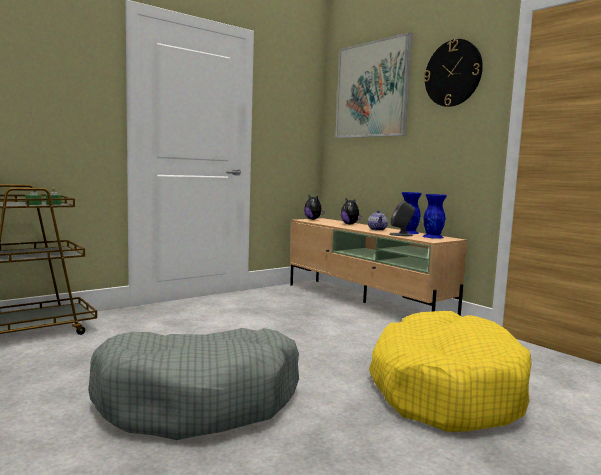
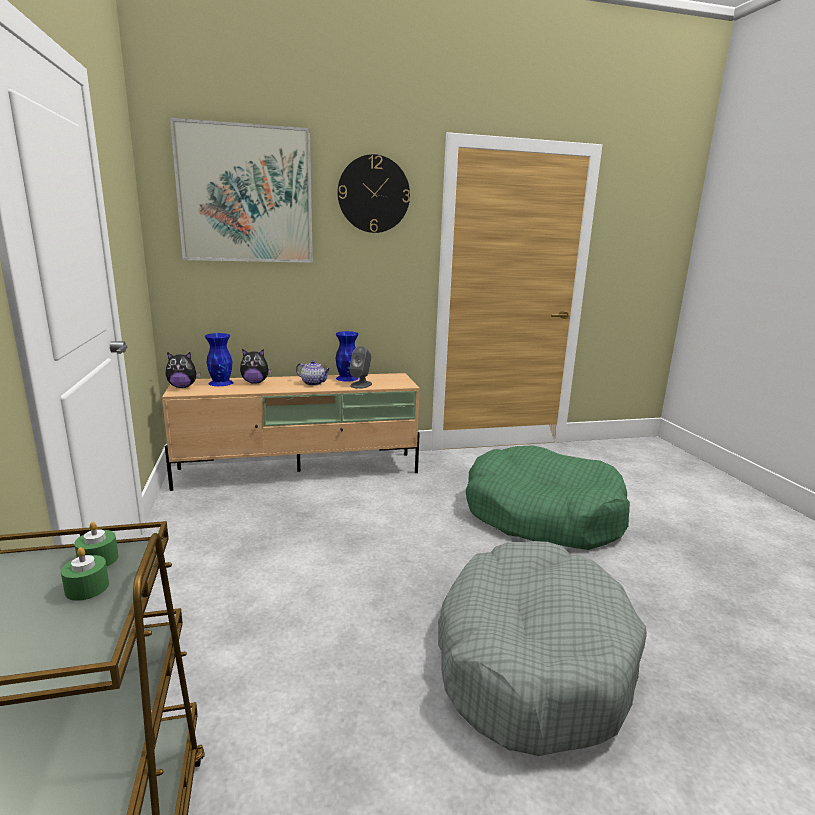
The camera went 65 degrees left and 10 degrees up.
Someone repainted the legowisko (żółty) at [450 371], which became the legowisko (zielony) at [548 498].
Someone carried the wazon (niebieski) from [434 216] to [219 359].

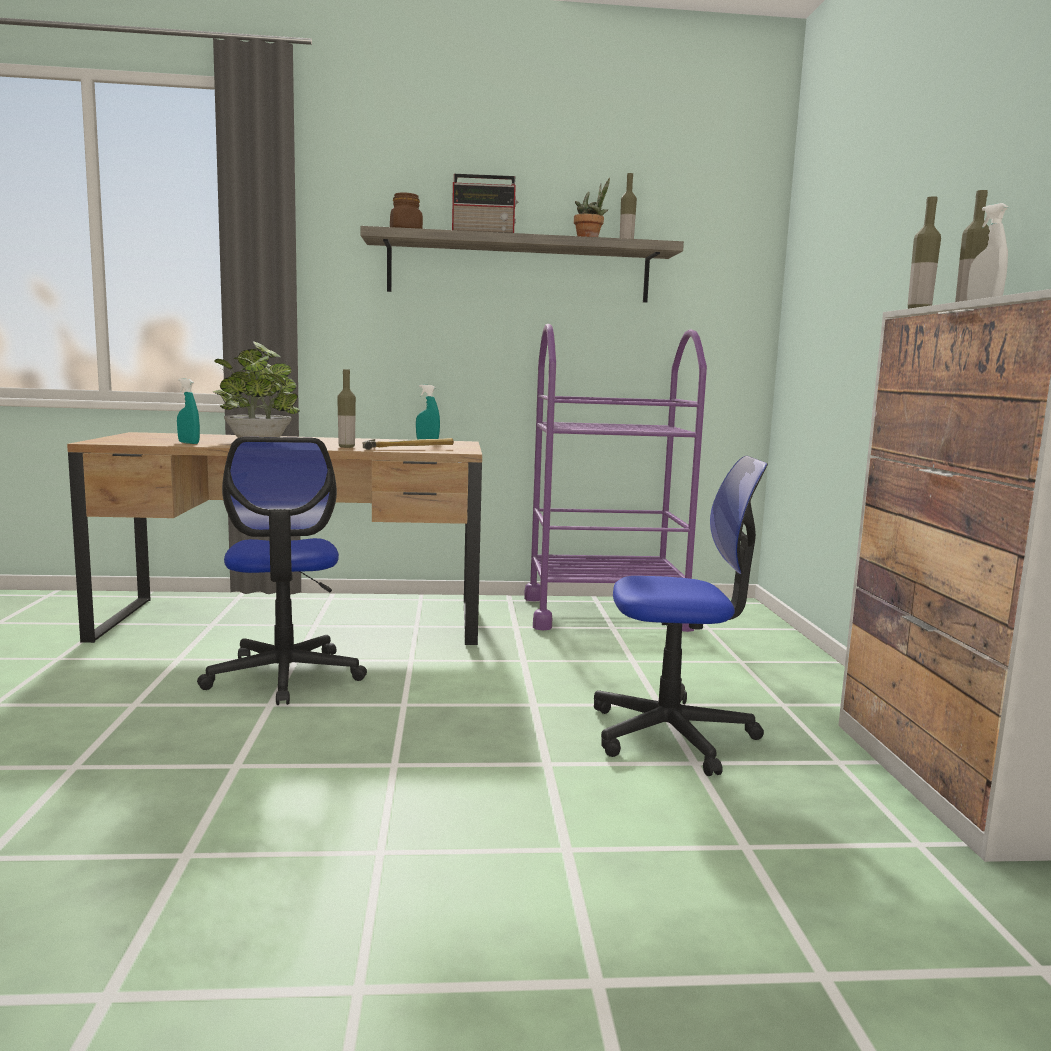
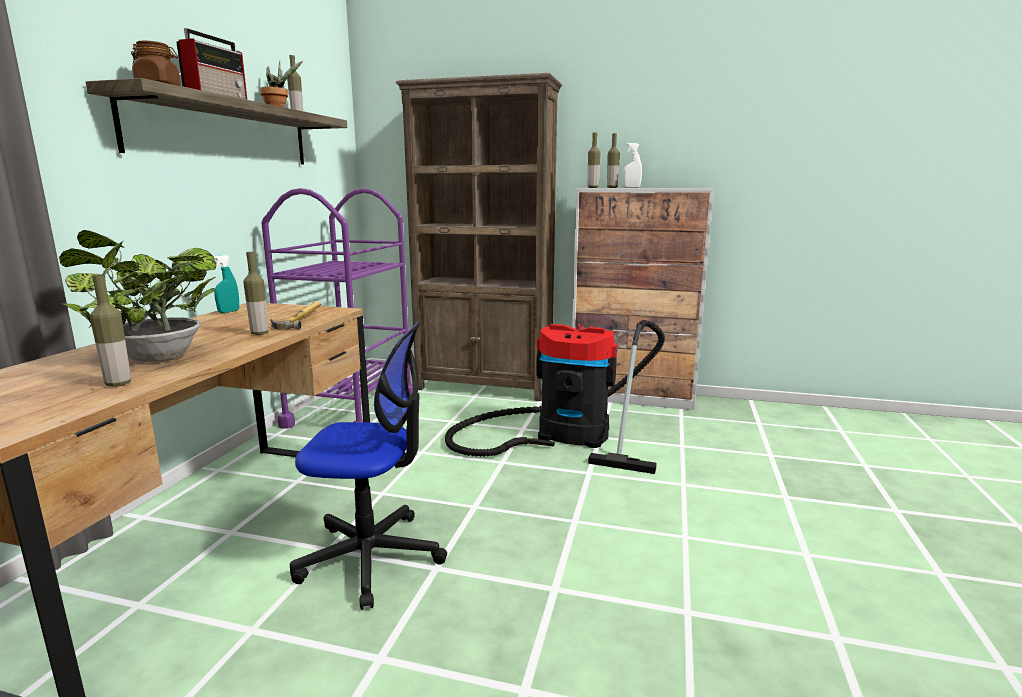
The camera went 70 degrees left and 5 degrees up.
Someone swapped the spryskiwacz (turkusowy) at [188 411] for the butelka at [110 331].
Someone swapped the krzesło biurowe at [681 616] for the odkurzacz at [555 397].
Someone put down the regał (brązowy) at [479 237].

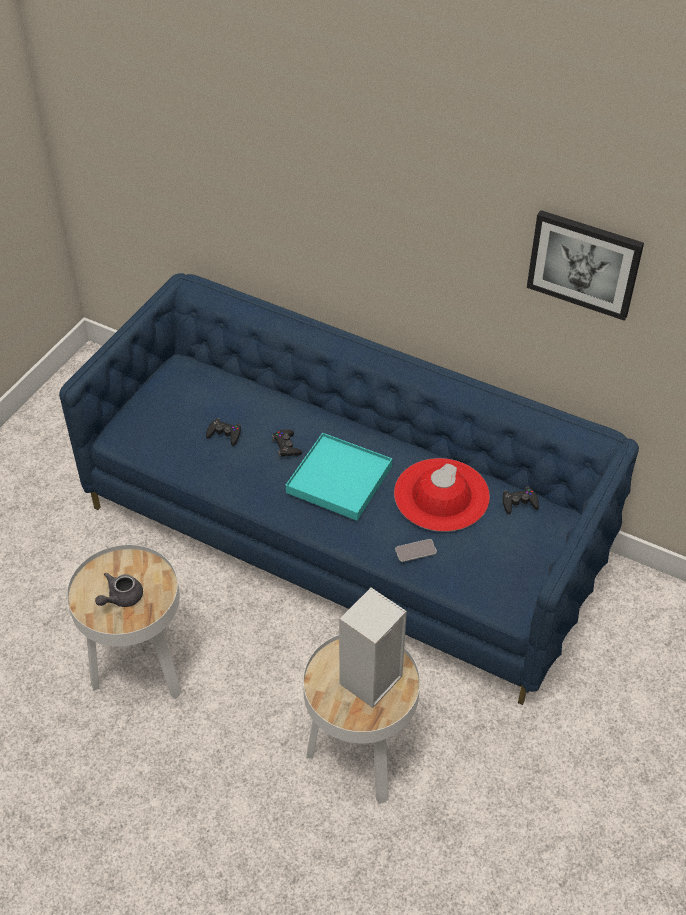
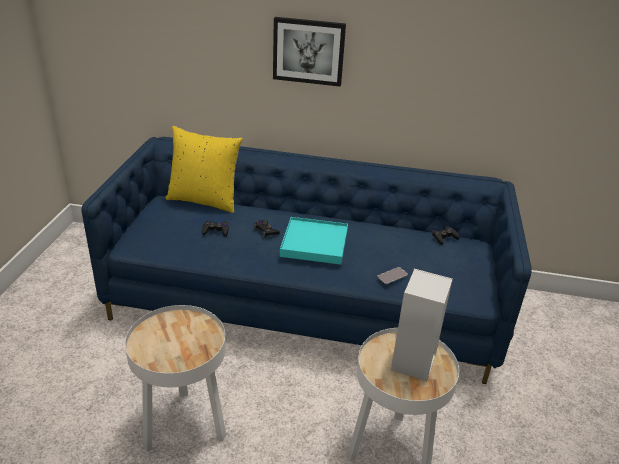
The camera went 20 degrees left and 15 degrees down.
Someone took away the imbryk (szary) at [119 590].
Someone took away the kapelusz (czerwony) at [442 495].
Someone carried the obraz from [585 265] to [309 52].
Someone put down the poduszka (żółty) at [204 169].

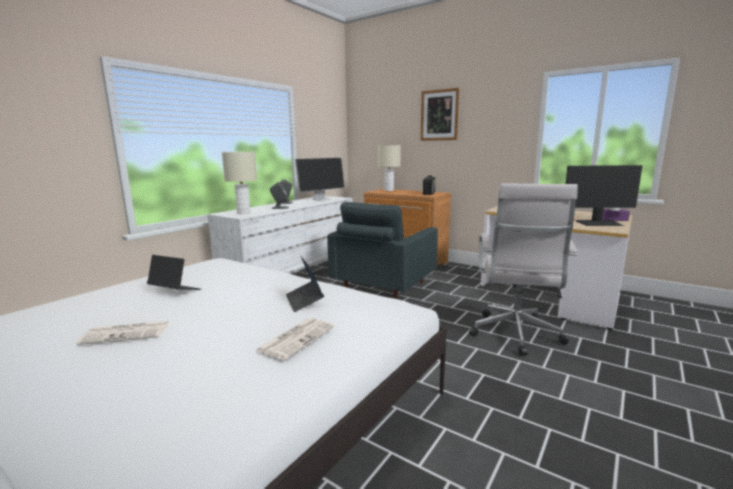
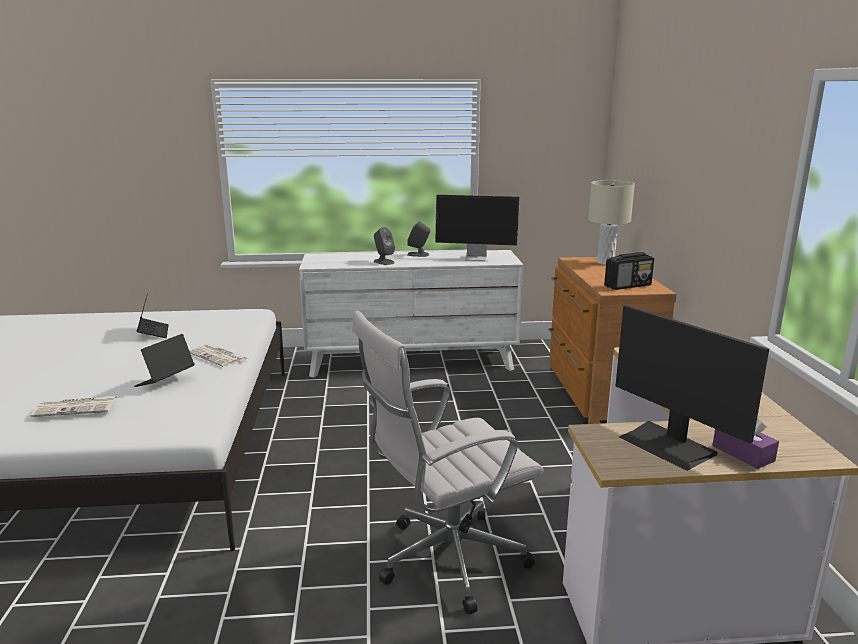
The camera went 50 degrees right and 5 degrees up.
Someone carried the gazeta from [122 333] to [218 355].
Someone took away the lampa stołowa (beżowy) at [239 183].
Someone took away the fotel (szary) at [382 250].
Someone took away the obraz at [440 114].

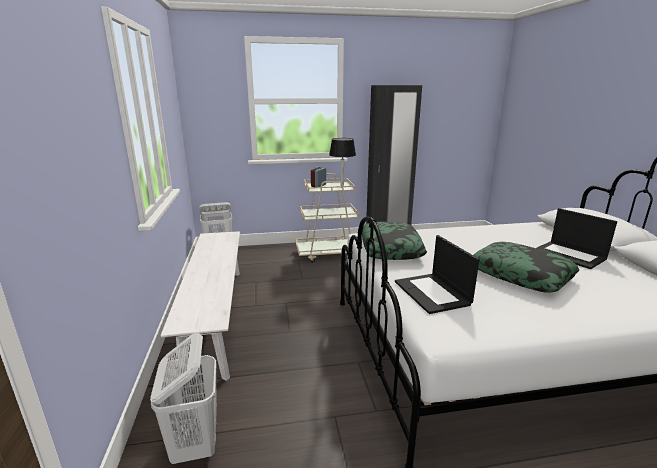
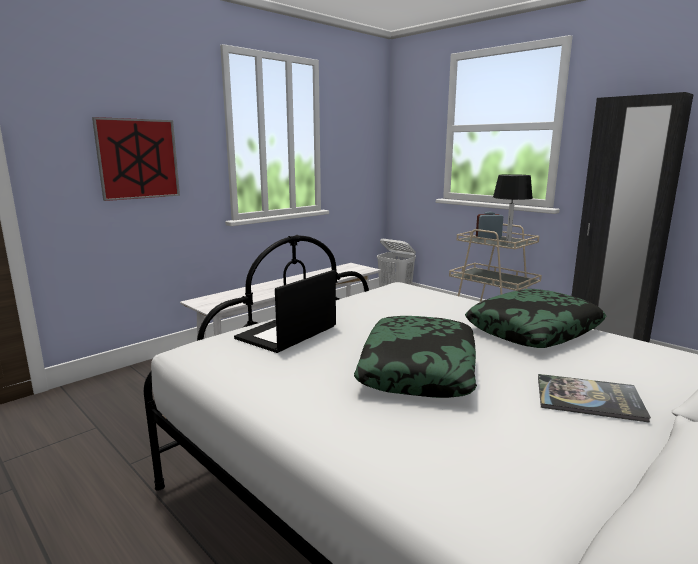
The camera went 55 degrees right and 5 degrees down.
Someone took away the kosz na pranie (biały) at [183 398].
Someone carried the poduszka from [394 241] to [536 318].
Someone swapped the laptop at [576 238] for the książka at [594 398].
Someone put up the obraz at [136 159].

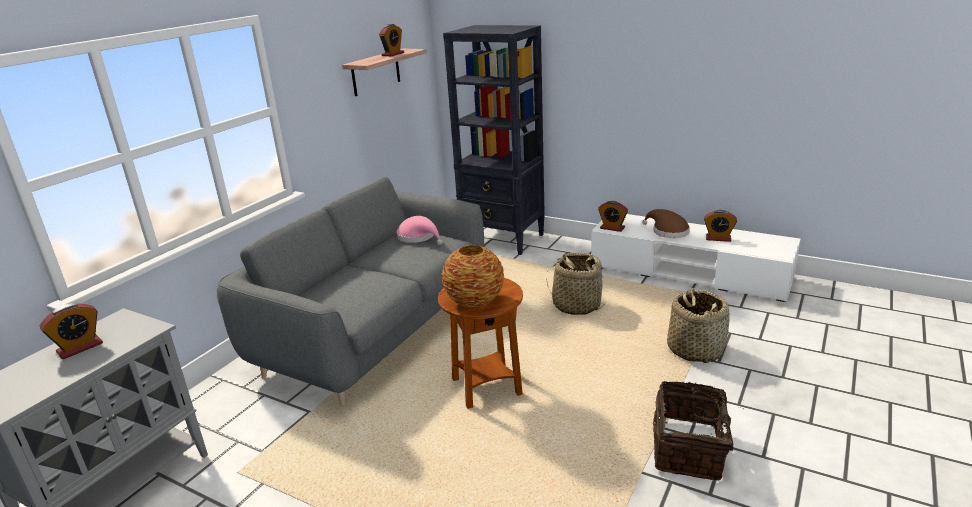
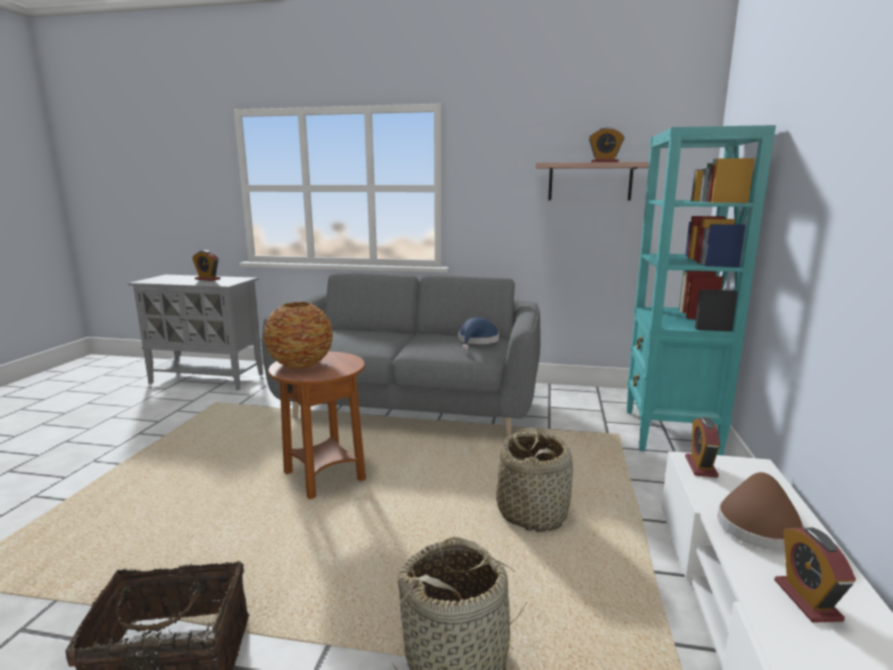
The camera went 70 degrees right and 10 degrees down.
Someone repainted the kapelusz (różowy) at [420 230], which became the kapelusz (niebieski) at [478 334].
Someone repainted the regał (czarny) at [494 140], which became the regał (turkusowy) at [701 290].

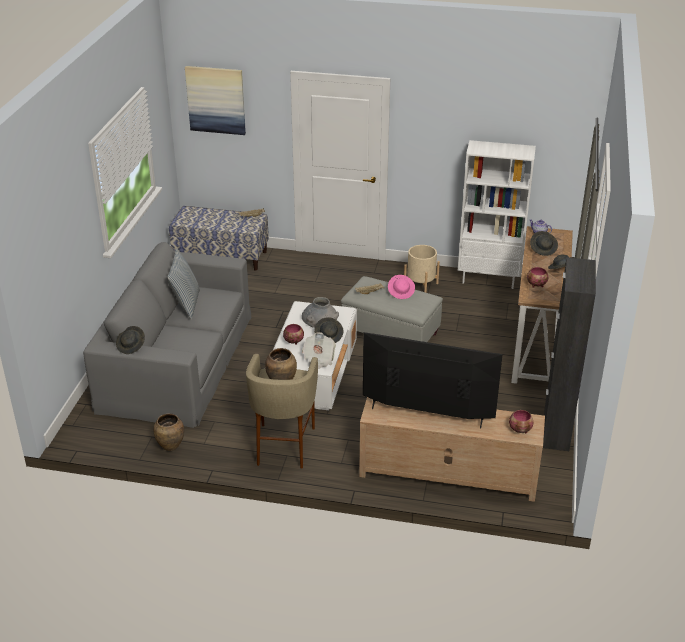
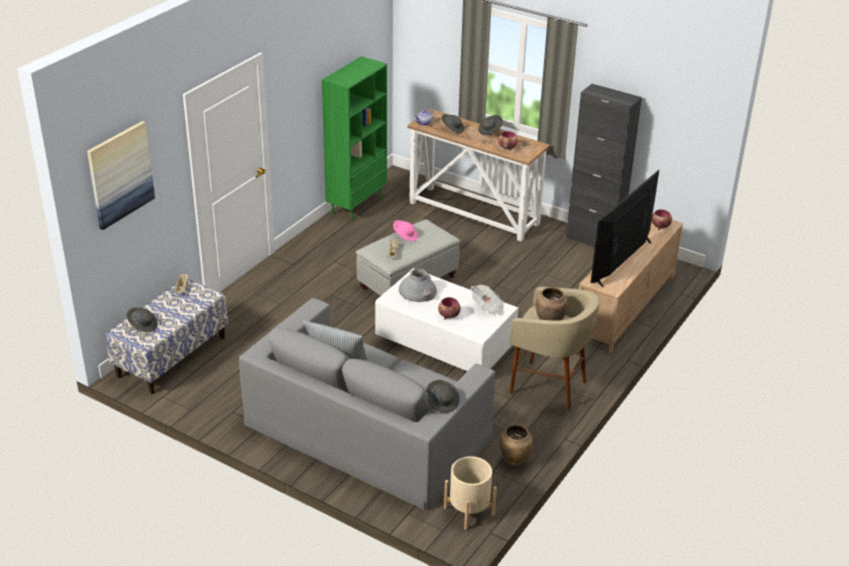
The camera went 70 degrees left and 0 degrees up.
Someone carried the kapelusz (szary) from [329 330] to [142 319].
Someone carried the donica (beżowy) from [422 269] to [470 493].
Someone repainted the regał (biały) at [497 214], which became the regał (zielony) at [354 138].

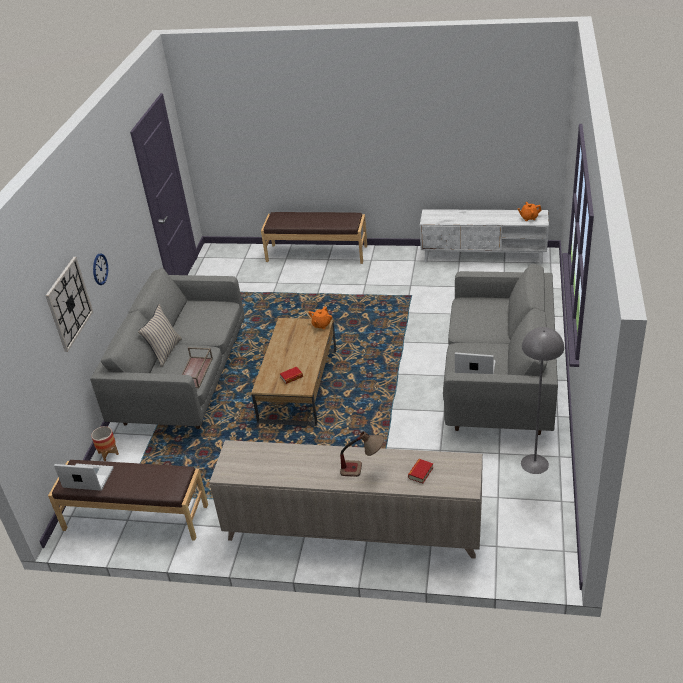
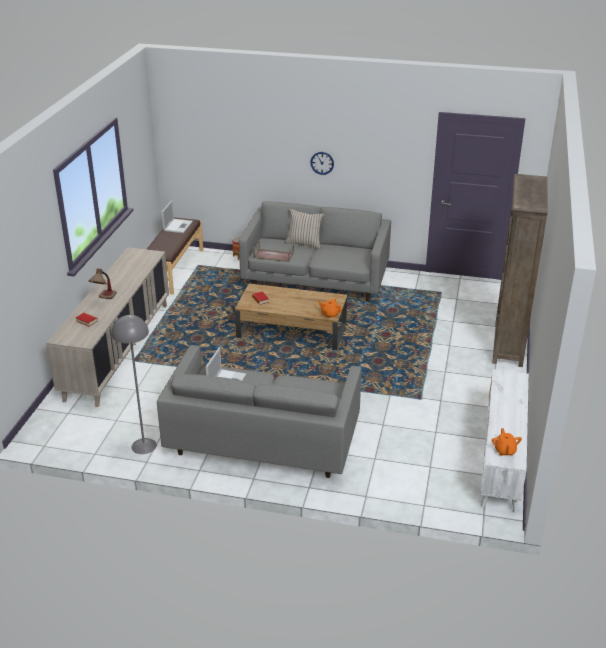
The camera went 90 degrees right and 5 degrees down.
Someone took away the zegar ścienny at [69 304].
Someone swapped the ławka (brązowy) at [314 238] for the regał (brązowy) at [520 270].

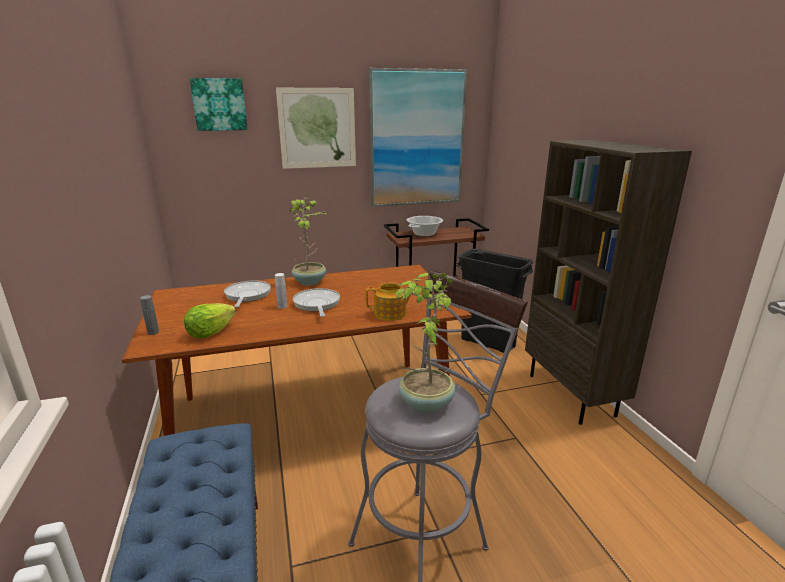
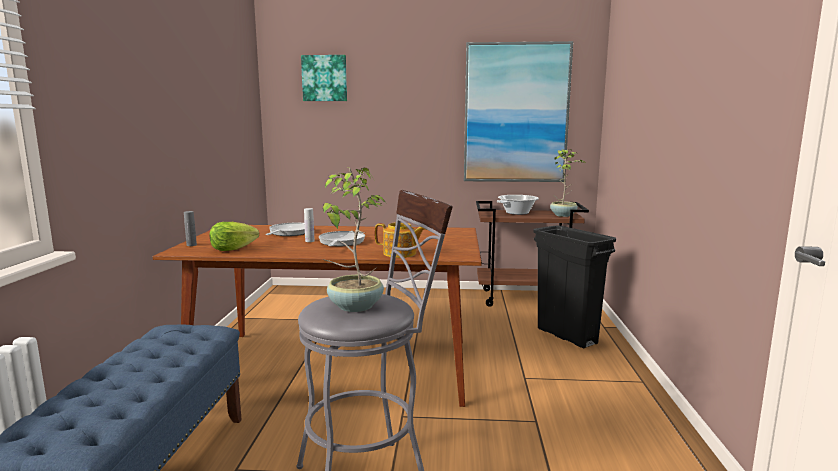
The camera went 20 degrees right and 10 degrees down.
Someone took away the obraz at [316 128].
Someone carried the roślina doniczkowa from [309 241] to [567 183].
Someone took away the regał (brązowy) at [608 282].

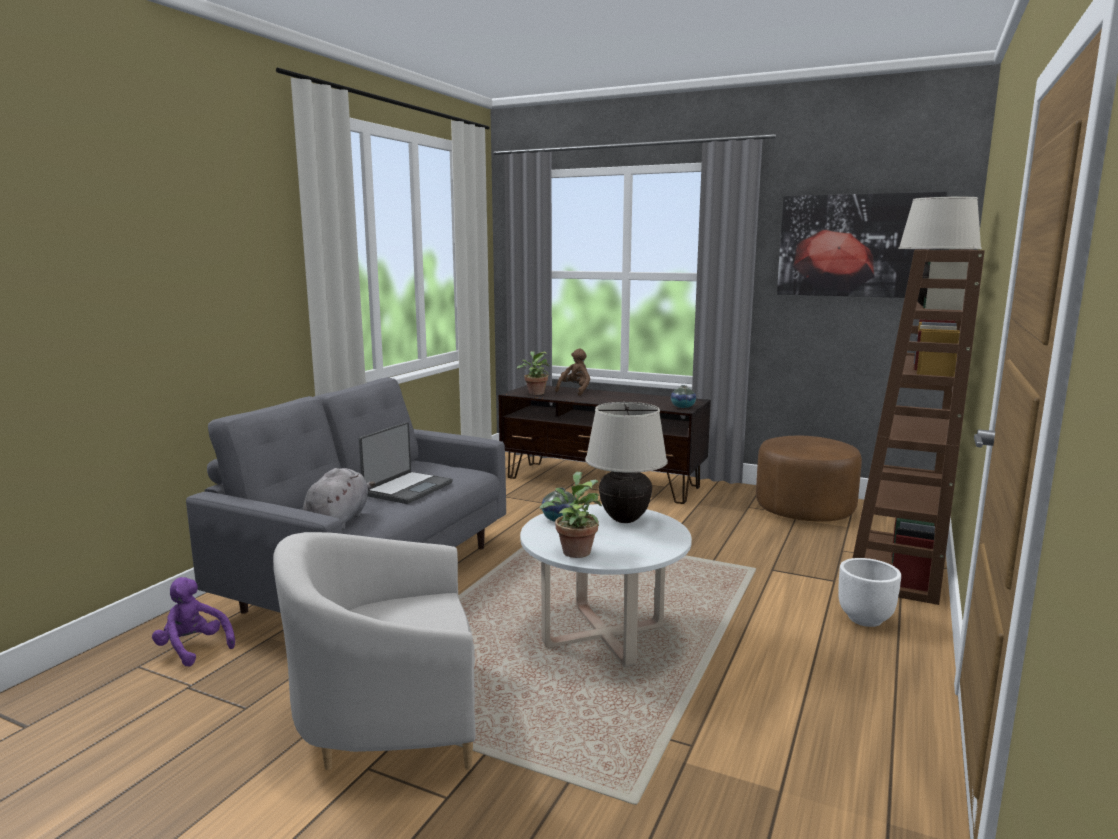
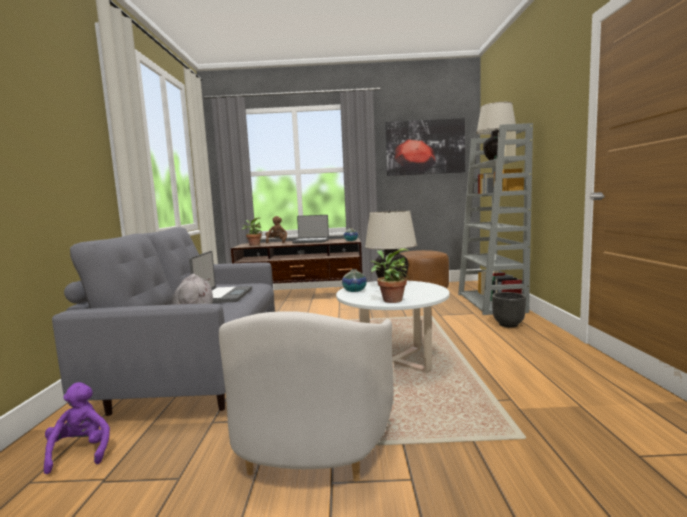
The camera went 25 degrees left and 5 degrees down.
Someone rotated the pluszak (fioletowy) at [193 622] by 60 degrees clockwise.
Someone rotated the fotel (biały) at [374 651] by 45 degrees counterclockwise.
Someone repainted the donica (biały) at [869 592], which became the donica (czarny) at [509 309].
Someone repainted the regał (brązowy) at [919 427], which became the regał (szary) at [495 219].
Someone put down the laptop at [310 229].

